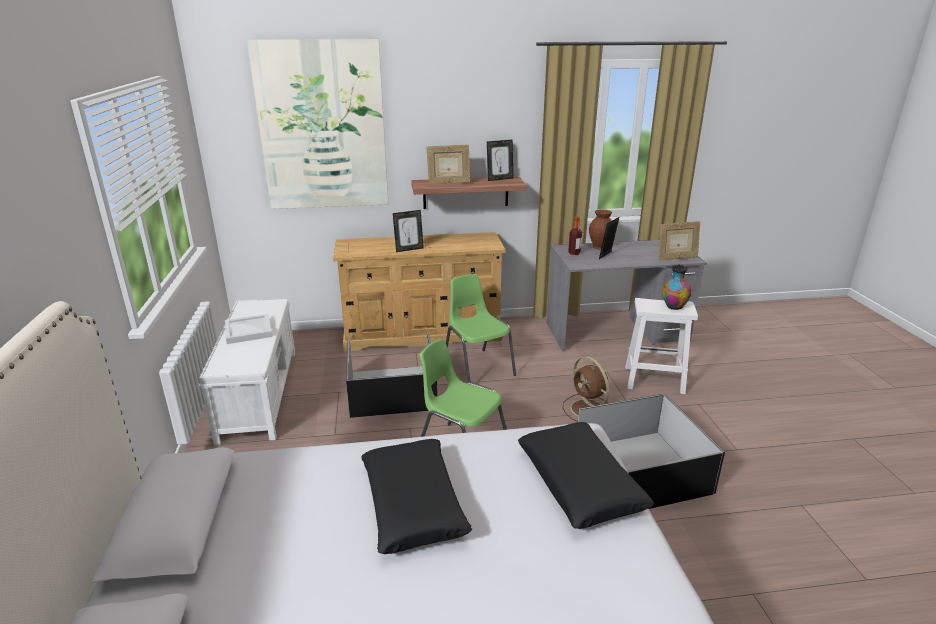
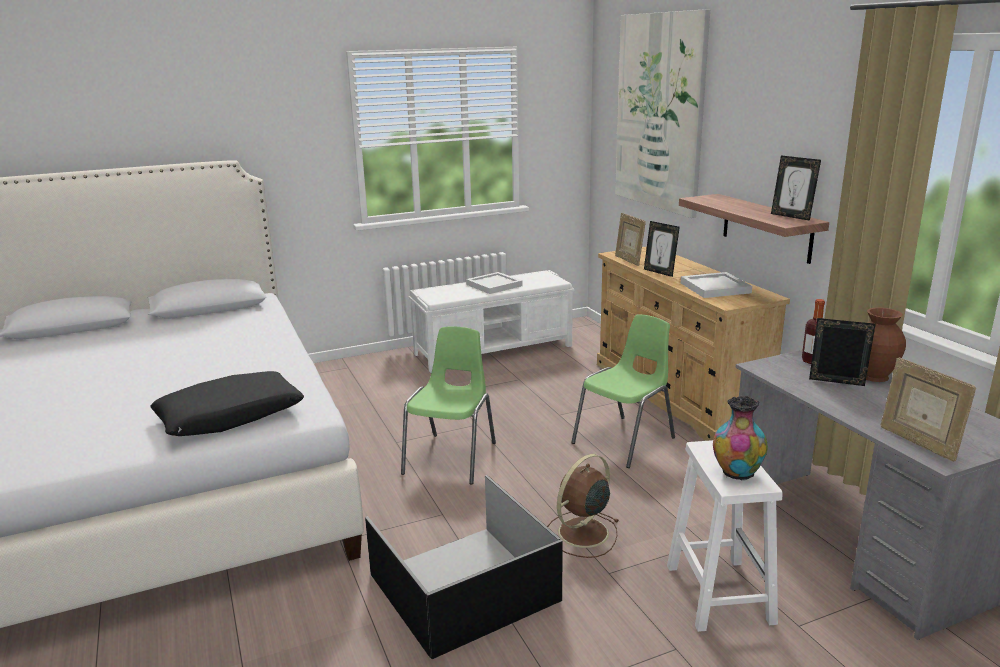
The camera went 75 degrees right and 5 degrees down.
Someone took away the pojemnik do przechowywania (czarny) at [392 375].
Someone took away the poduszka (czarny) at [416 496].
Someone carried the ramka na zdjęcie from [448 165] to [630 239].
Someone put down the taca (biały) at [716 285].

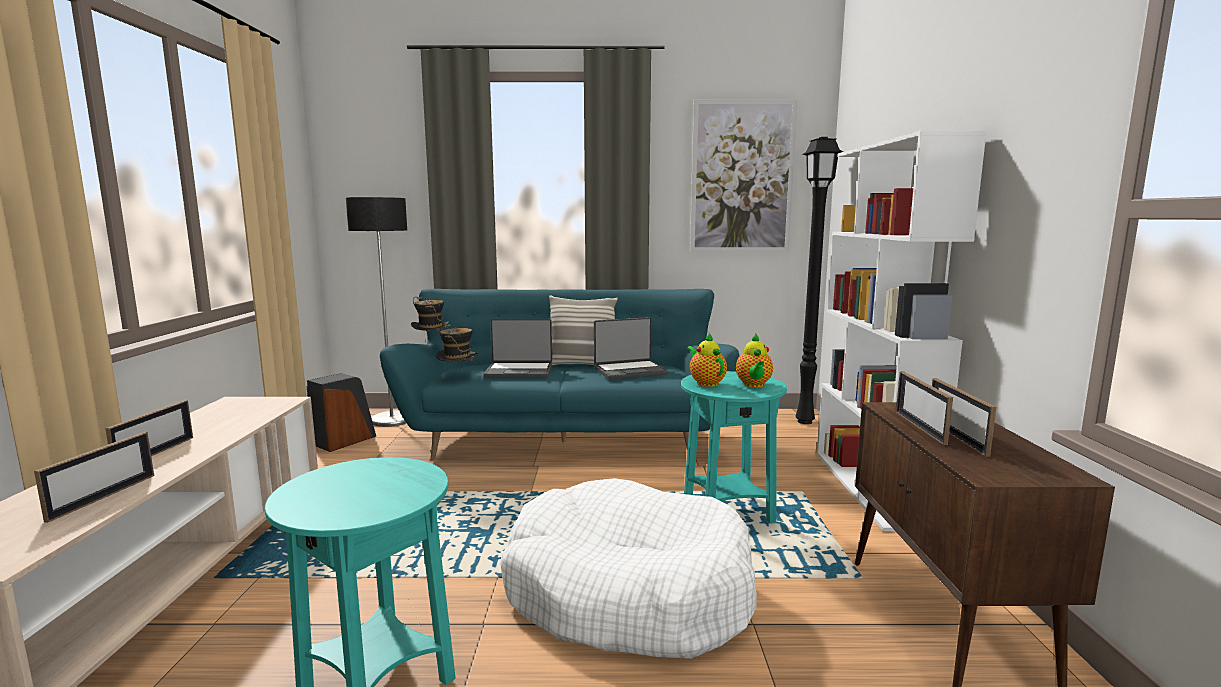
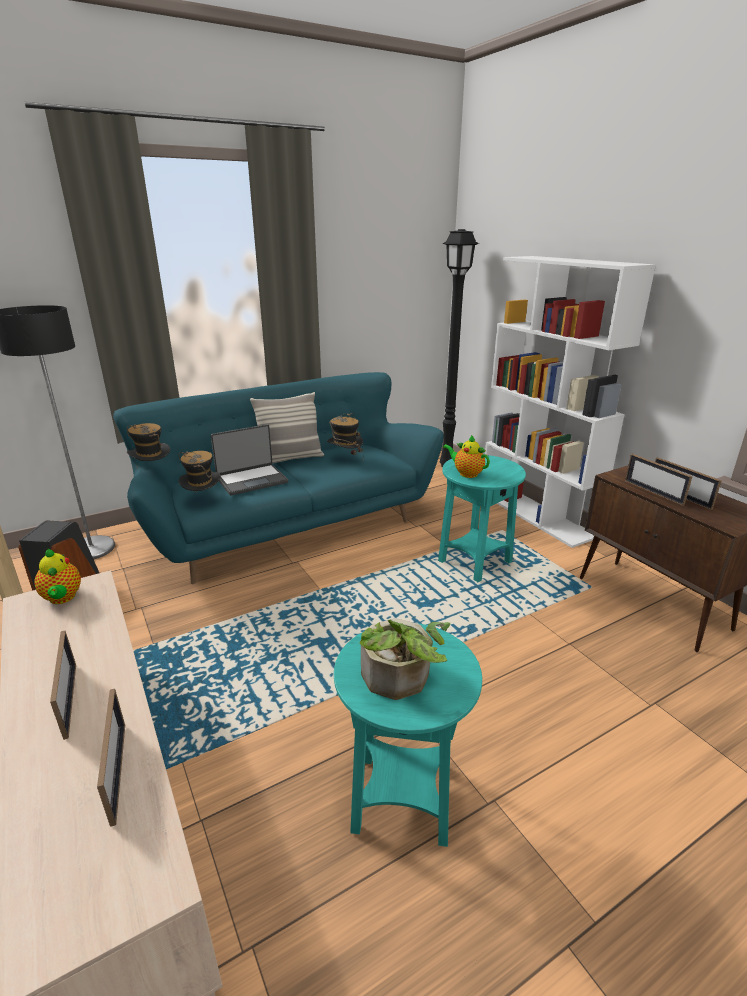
The camera went 30 degrees left and 15 degrees up.
Someone took away the legowisko (biały) at [628 568].
Someone swapped the laptop at [631 348] for the kapelusz at [345 434].
Someone took away the obraz at [743 175].
Someone carried the imbryk from [754 360] to [57 576].
Someone put down the roślina doniczkowa at [404 659].

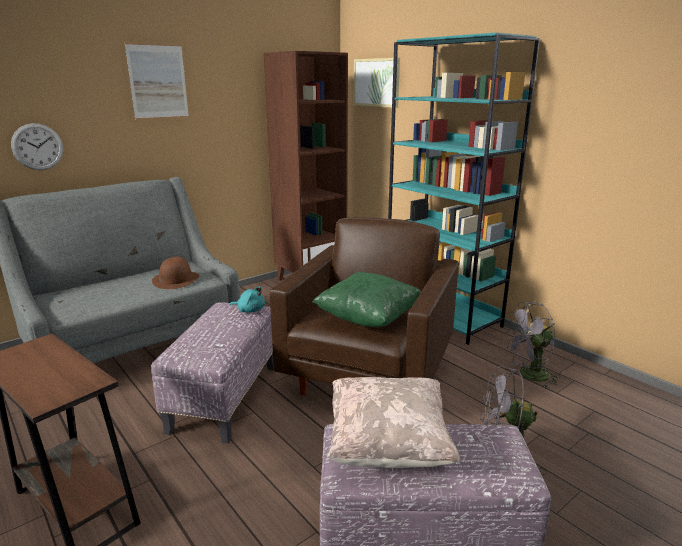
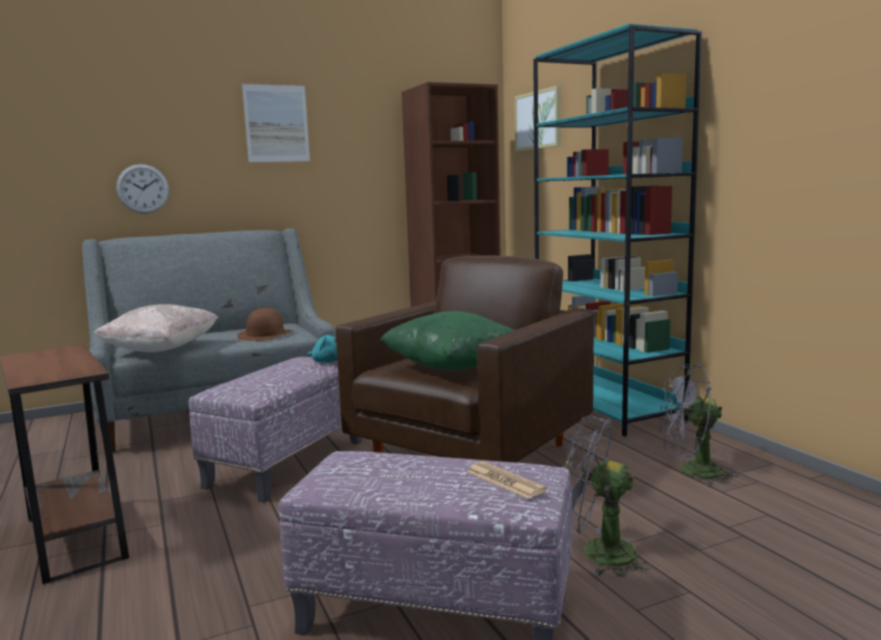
The camera went 15 degrees right and 10 degrees down.
Someone carried the poduszka (beżowy) from [393 422] to [156 328].
Someone put down the gazeta at [507 480].

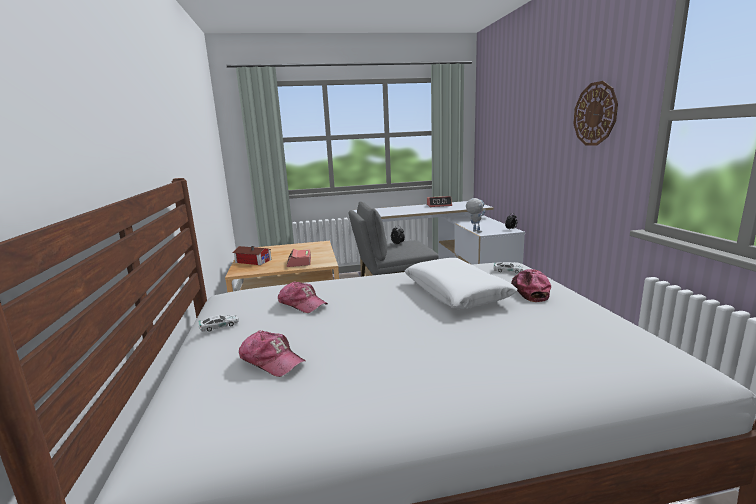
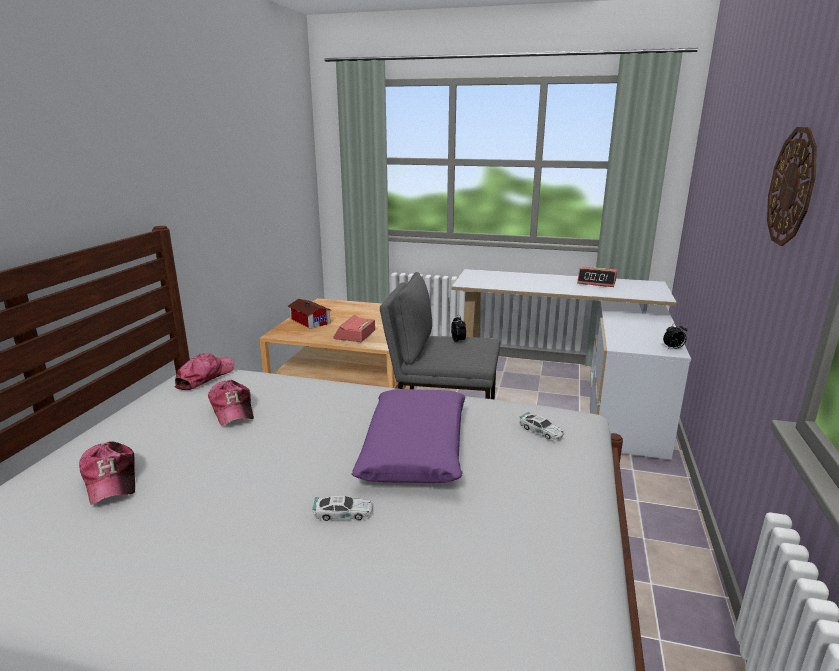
The camera went 25 degrees right and 5 degrees up.
Someone carried the samochodzik from [218 323] to [342 508].
Someone repainted the poduszka (biały) at [461 283], which became the poduszka (fioletowy) at [408 436].
Someone took away the robot zabawkowy at [475 215].
Someone carried the czapka z daszkiem from [531 285] to [205 371].

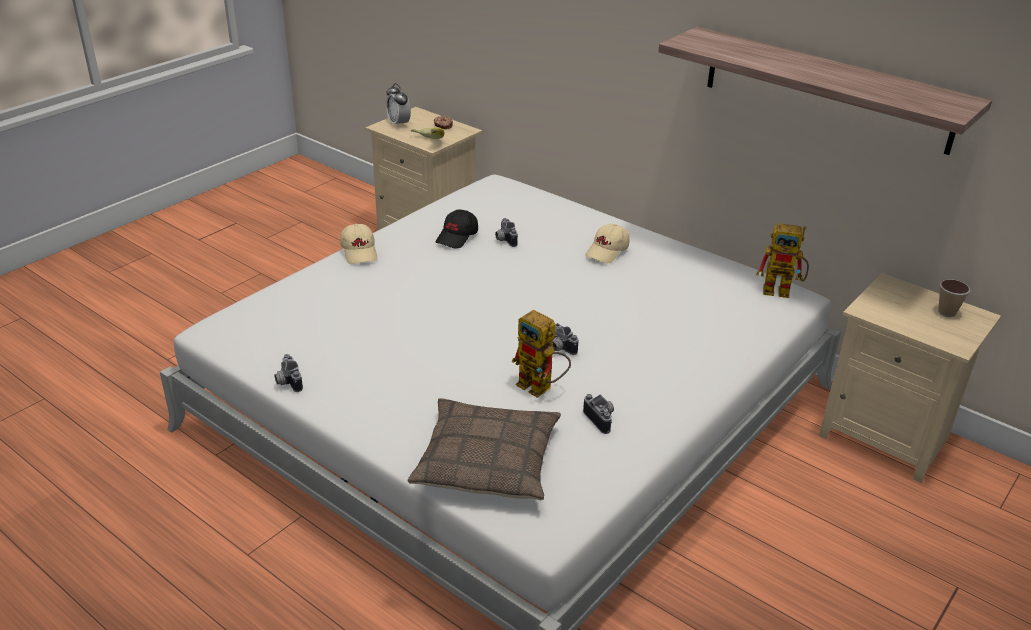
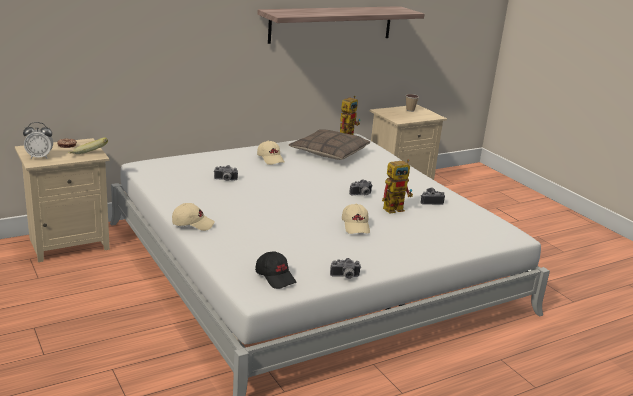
The camera went 70 degrees left and 10 degrees down.
Someone carried the poduszka from [484 449] to [329 144].
Someone carried the czapka z daszkiem (czarny) from [457 229] to [275 270].
Someone put down the czapka z daszkiem (beżowy) at [356 219].

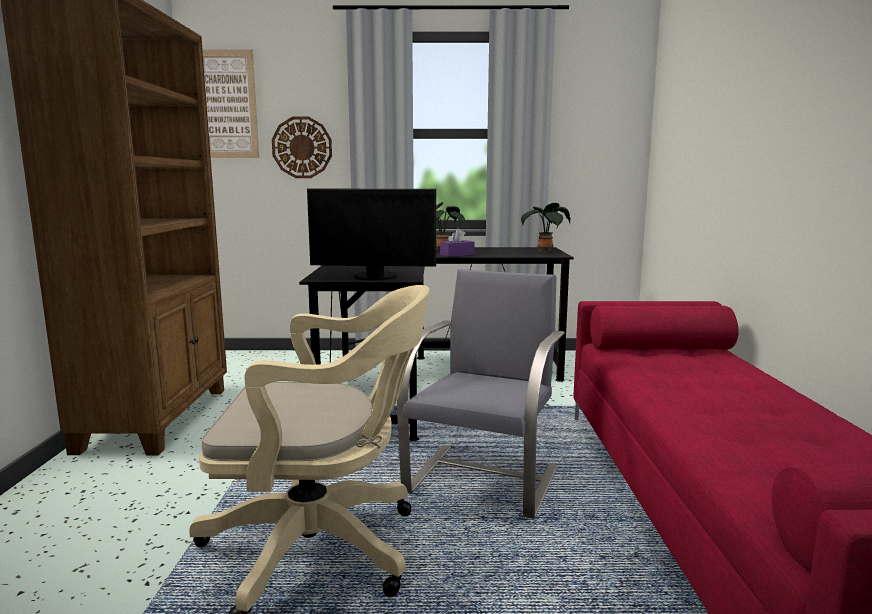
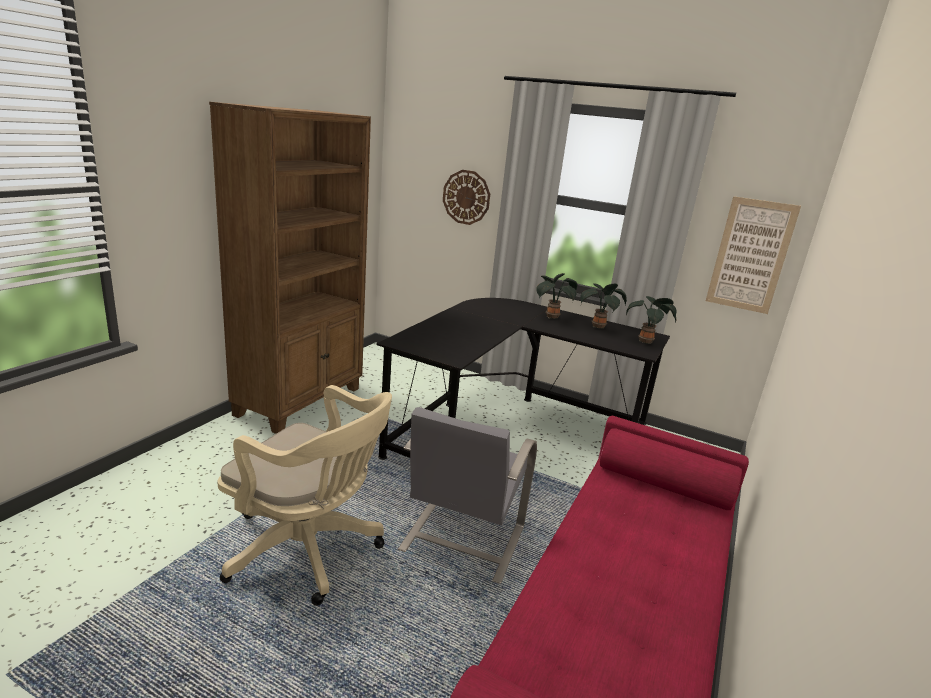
The camera went 25 degrees right and 10 degrees up.
Someone carried the obraz from [230 103] to [753 255].
Someone took away the monitor at [371 235].
Someone rotated the krzesło (szary) at [481 394] by 150 degrees clockwise.
Someone took away the pudełko chusteczek (fioletowy) at [457 243].
Someone put down the roślina doniczkowa at [603 306].

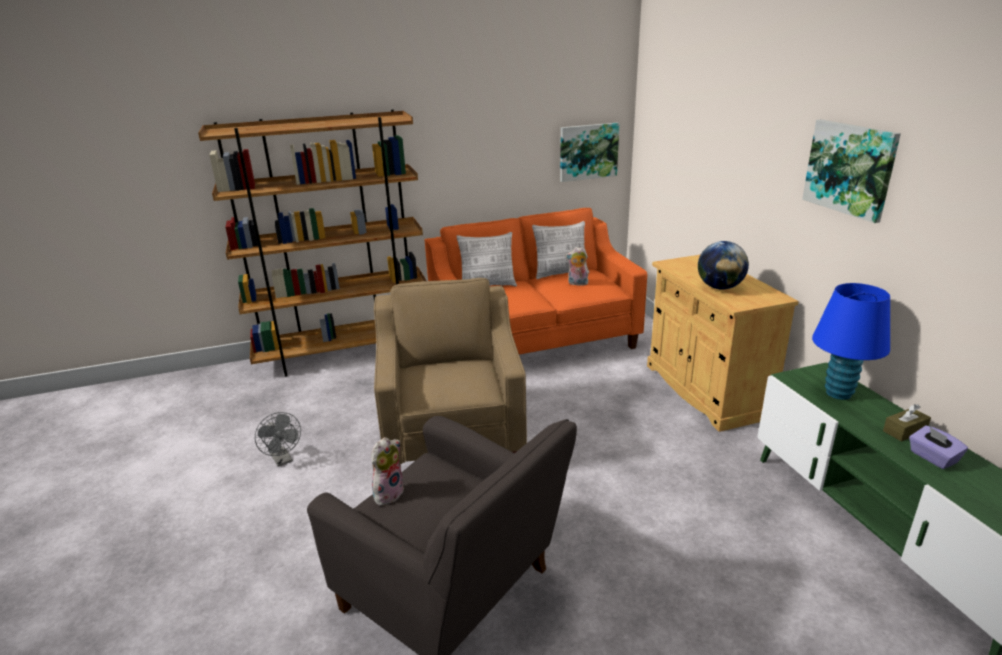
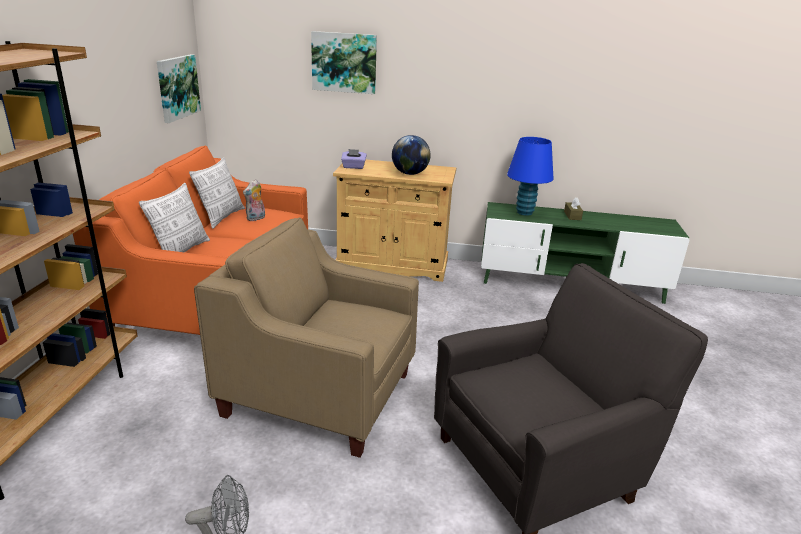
The camera went 65 degrees left and 0 degrees up.
Someone took away the pluszak at [387 471].
Someone carried the obraz from [851 171] to [344 62].
Someone carried the pudełko chusteczek (fioletowy) from [938 447] to [354 159].

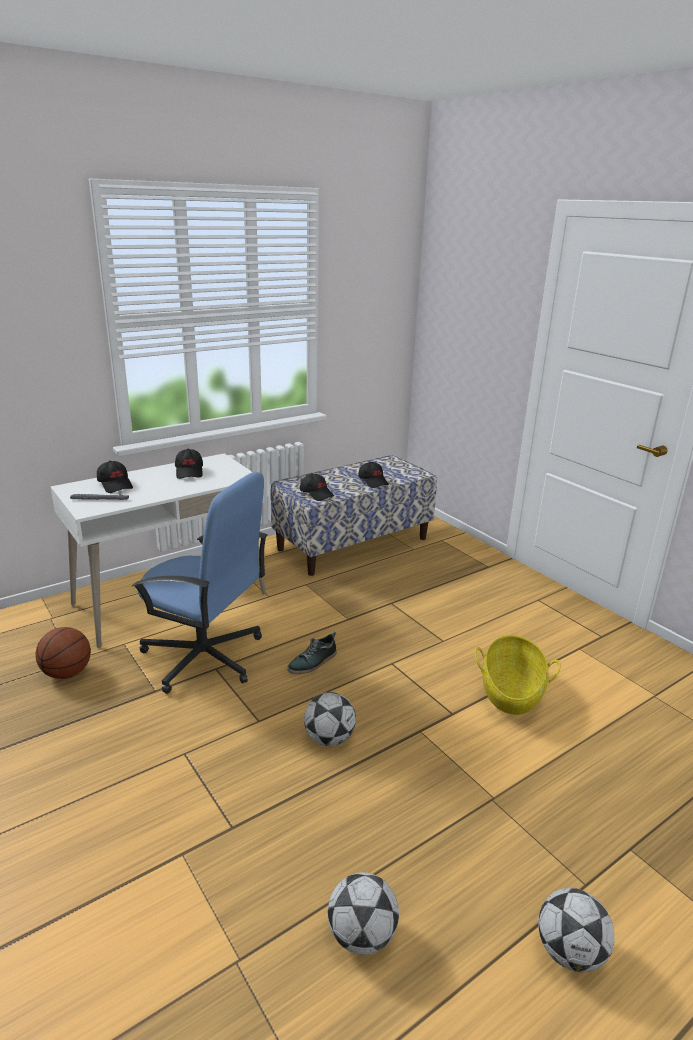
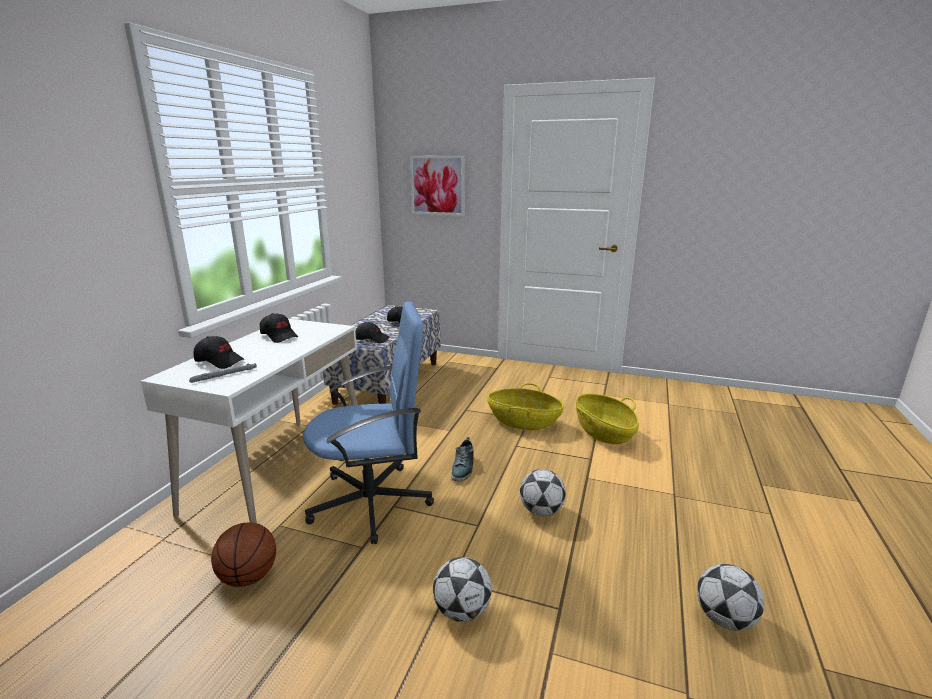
The camera went 35 degrees left and 5 degrees down.
Someone carried the piłka futbolowa from [576 930] to [462 589].
Someone put up the obraz at [437 185].
Someone put down the koszyk at [525 407].

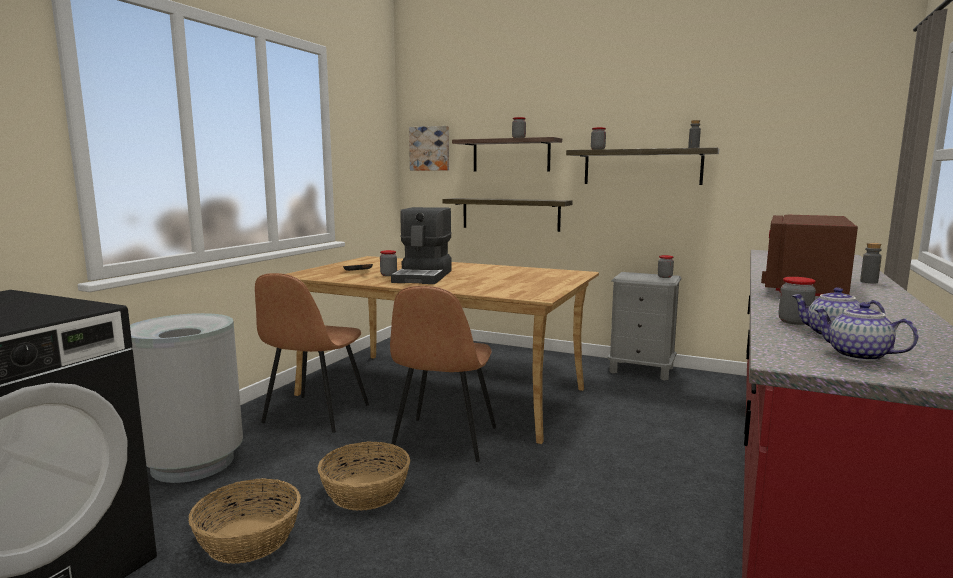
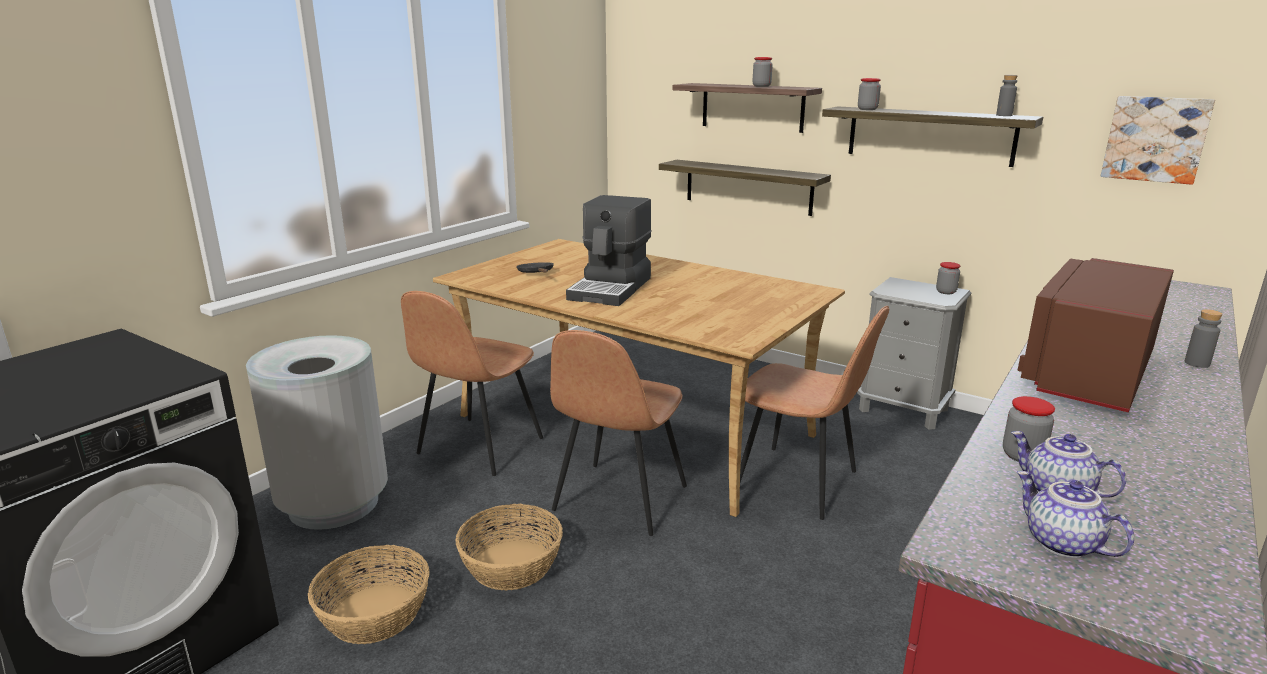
The camera went 10 degrees right and 10 degrees up.
Someone took away the słoik at [388 263].
Someone carried the obraz from [429 148] to [1158 140].
Someone put down the krzesło (brązowy) at [814 413].

